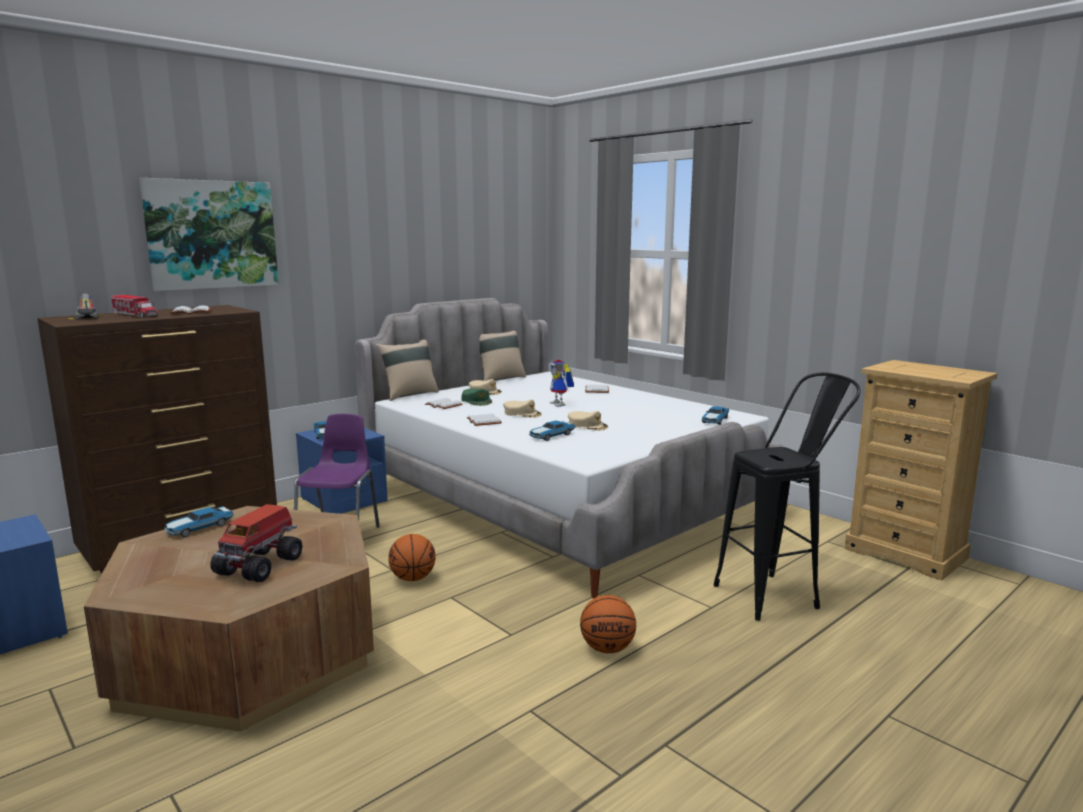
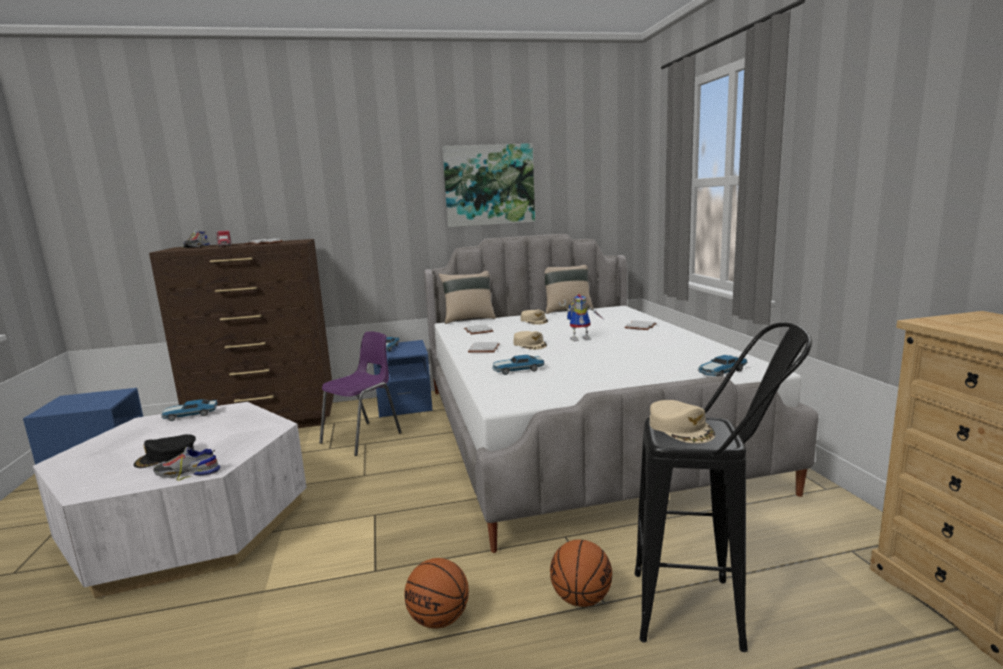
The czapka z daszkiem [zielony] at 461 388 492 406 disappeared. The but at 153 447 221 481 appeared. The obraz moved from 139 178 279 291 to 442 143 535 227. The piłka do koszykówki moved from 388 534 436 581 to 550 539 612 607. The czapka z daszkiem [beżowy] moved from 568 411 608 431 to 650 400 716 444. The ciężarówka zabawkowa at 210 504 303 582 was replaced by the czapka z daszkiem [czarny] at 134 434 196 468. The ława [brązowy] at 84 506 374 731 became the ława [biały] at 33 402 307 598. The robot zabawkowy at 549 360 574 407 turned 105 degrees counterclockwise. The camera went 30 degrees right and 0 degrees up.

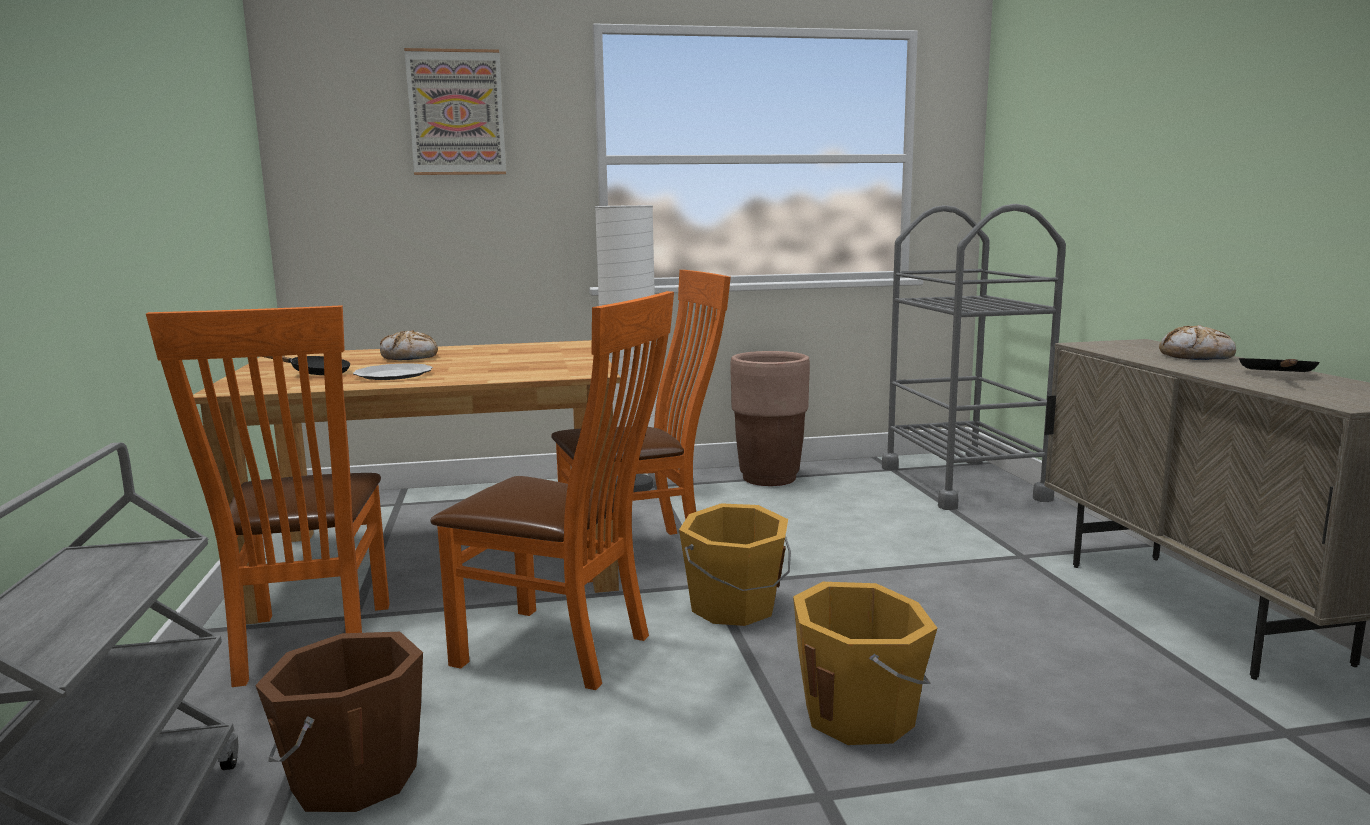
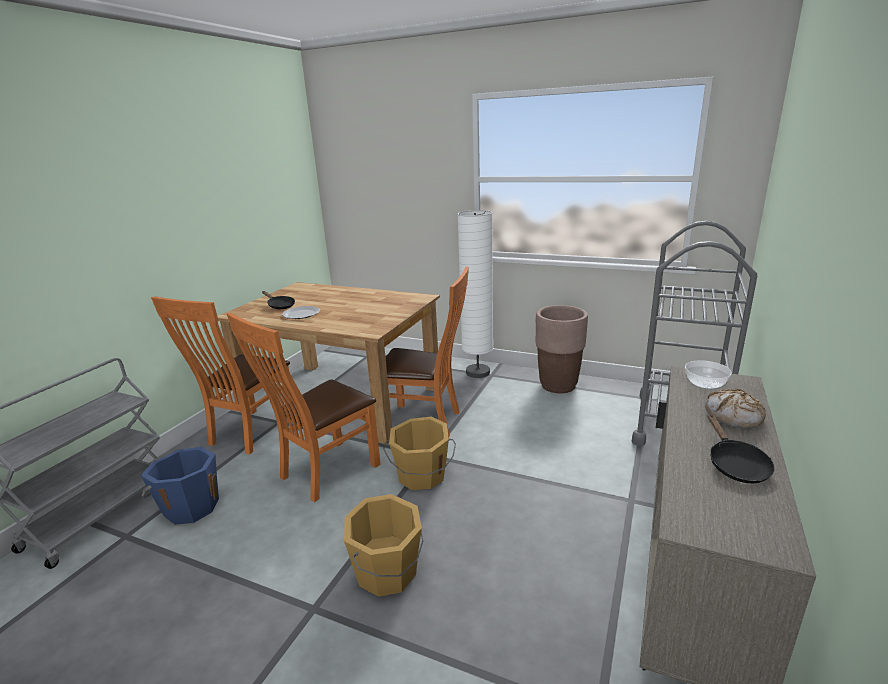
The chleb at 380 330 438 360 disappeared. The obraz at 404 48 506 175 disappeared. The miska at 685 360 732 389 appeared. The wiadro [brązowy] at 255 632 423 812 became the wiadro [niebieski] at 140 447 219 525. The krzesło [pomarańczowy] at 430 291 674 690 turned 75 degrees clockwise. The patelnia [czarny] at 1239 358 1320 372 turned 120 degrees clockwise. The camera went 35 degrees right and 10 degrees up.

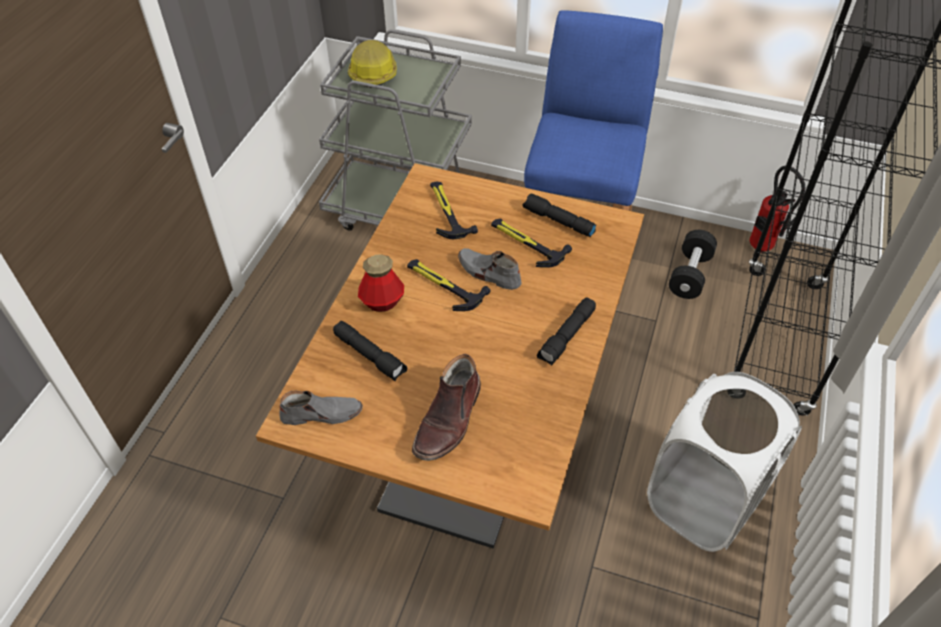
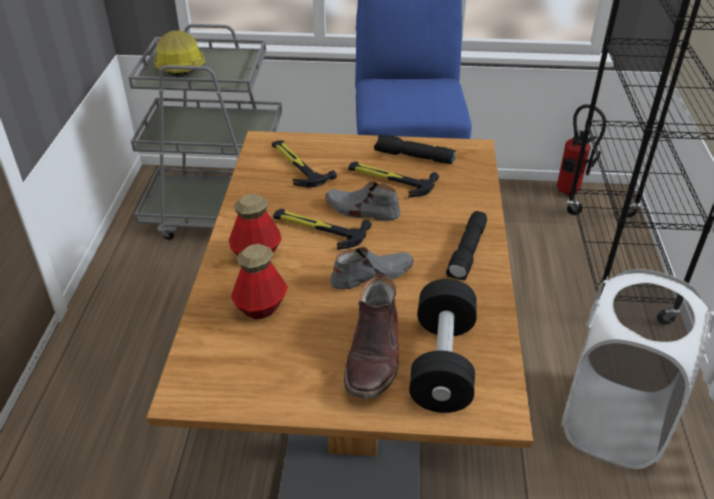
The but [szary] moved from 280 391 363 425 to 330 247 414 289. The hantel [czarny] moved from 669 230 717 299 to 409 279 477 413. The latarka [czarny] at 333 321 407 382 was replaced by the butelka at 231 244 288 319. The camera went 15 degrees left and 10 degrees down.

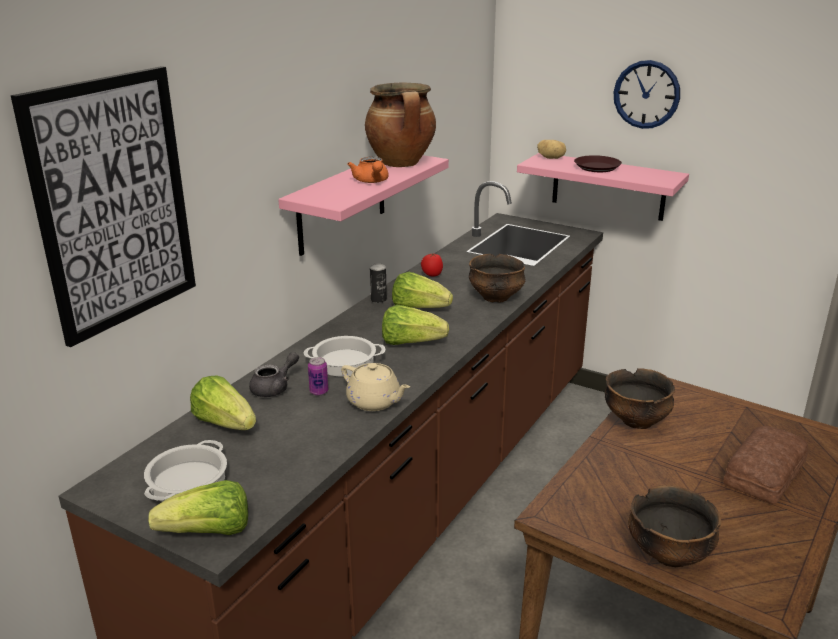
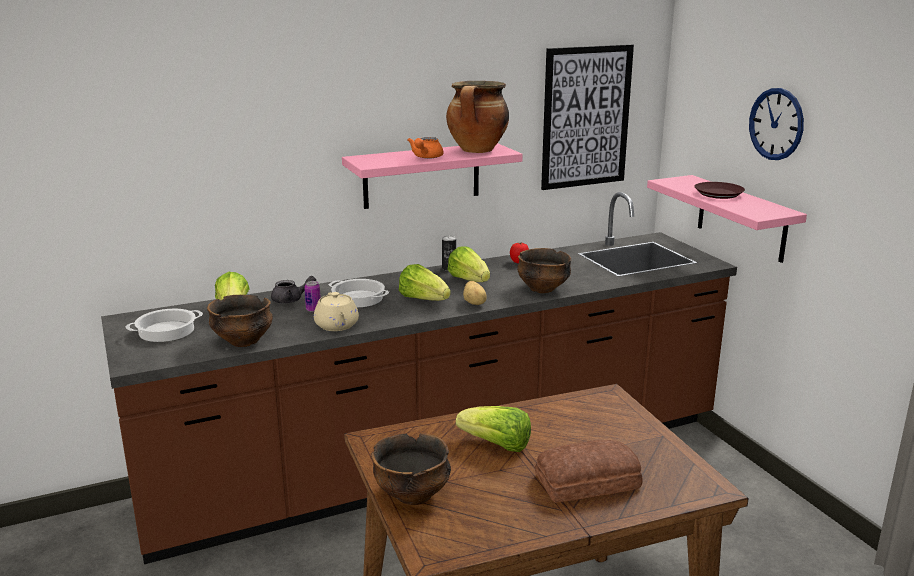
The obraz moved from 11 66 196 347 to 541 44 634 190. The sałata moved from 148 480 248 535 to 456 406 531 452. The ziemniak moved from 537 140 566 159 to 463 281 487 305. The miska moved from 605 368 675 429 to 207 295 273 347. The camera went 35 degrees right and 5 degrees down.

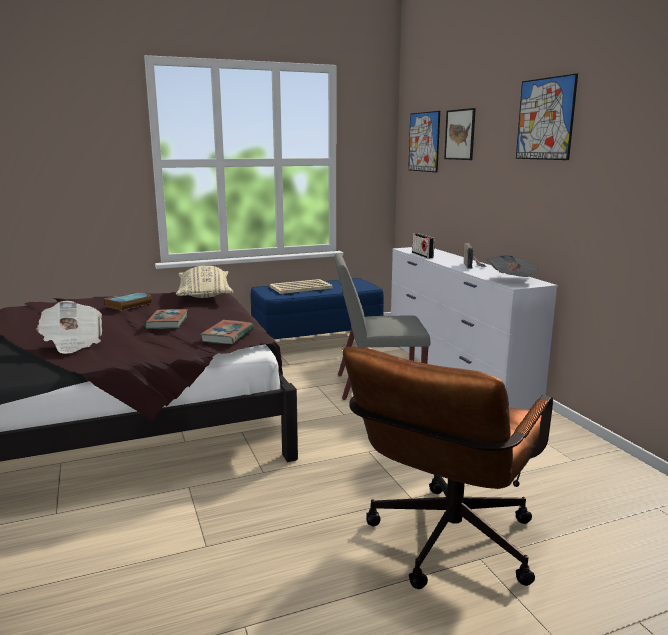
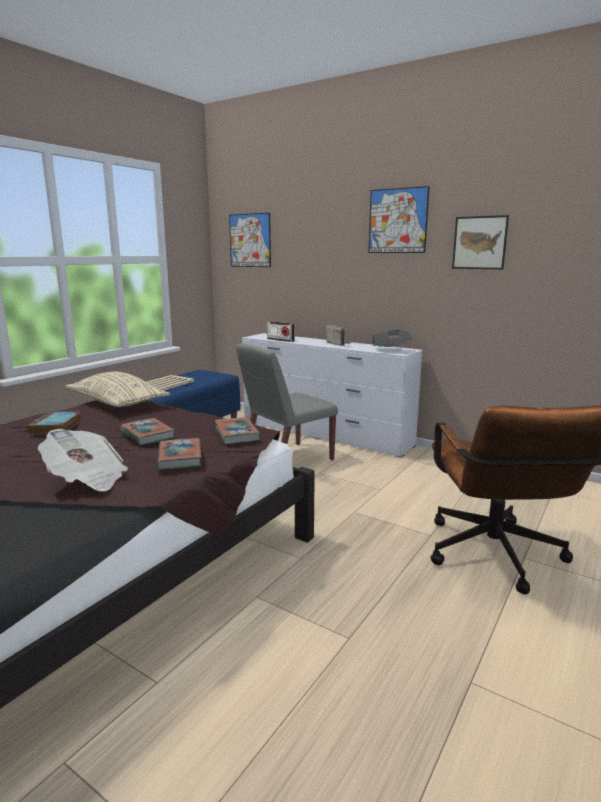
The książka at 156 438 201 470 appeared. The obraz moved from 444 108 476 160 to 452 215 509 269. The camera went 35 degrees left and 0 degrees up.

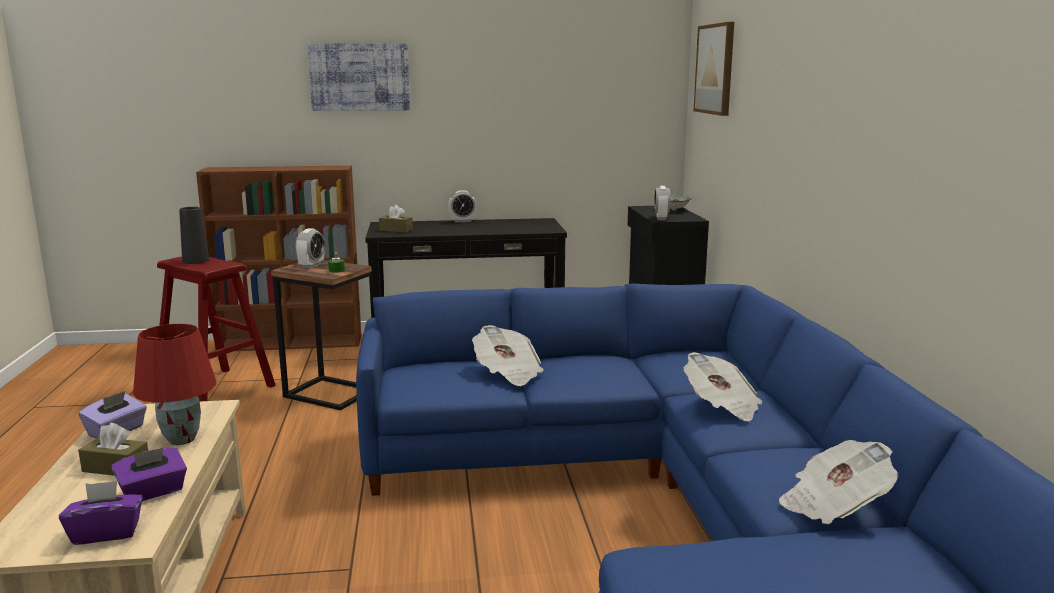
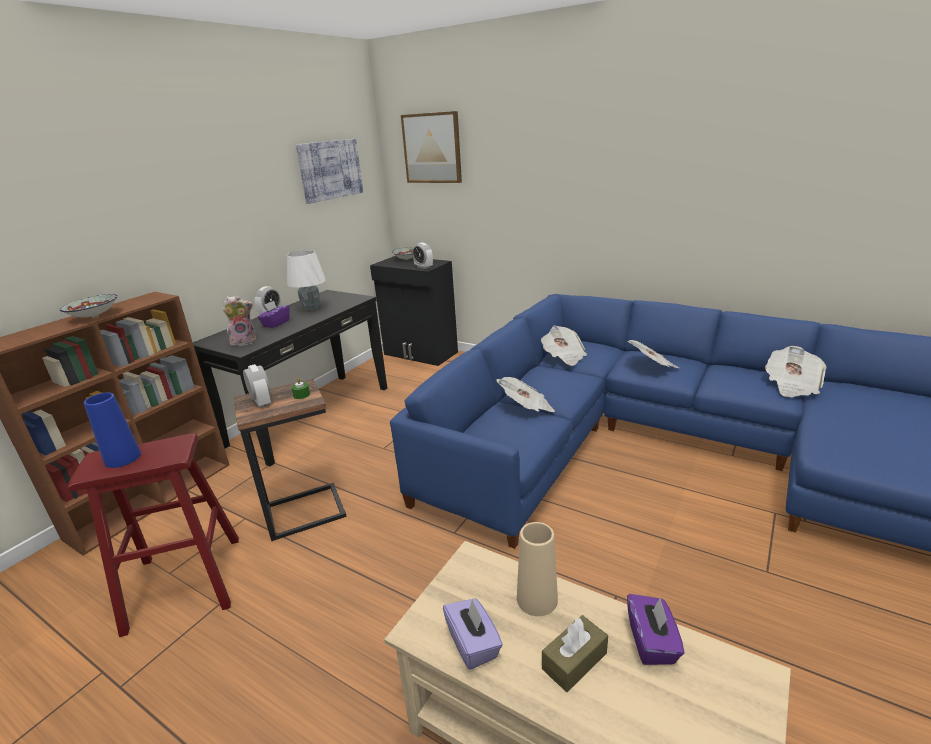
The miska at 60 294 117 318 appeared. The lampa stołowa [biały] at 287 250 326 311 appeared. The gazeta at 541 325 587 366 appeared. The pudełko chusteczek [fioletowy] moved from 59 481 143 545 to 258 300 290 328. The obraz moved from 307 43 410 111 to 296 139 363 204. The lampa stołowa [czerwony] at 133 324 216 445 was replaced by the wazon [beżowy] at 517 522 558 616. The pudełko chusteczek [brązowy] at 379 205 413 233 was replaced by the pluszak at 223 295 256 346. The wazon [czarny] at 179 207 209 264 became the wazon [niebieski] at 84 393 141 468. The camera went 50 degrees left and 10 degrees up.

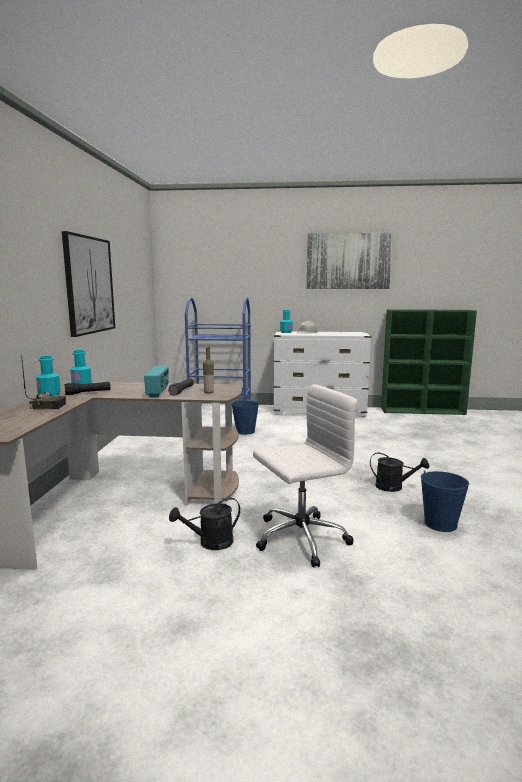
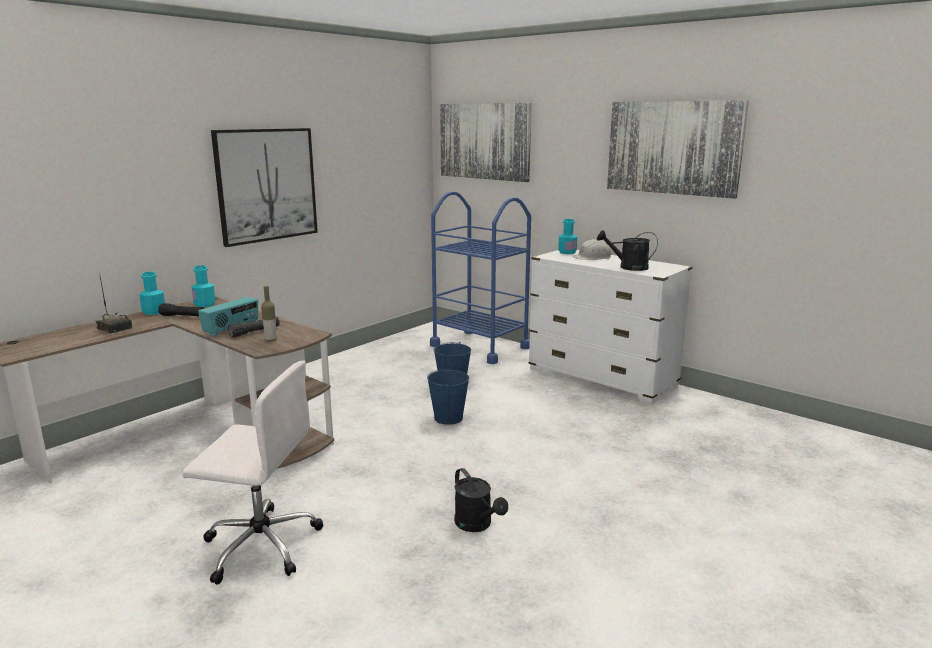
The regał [zielony] at 381 309 477 415 disappeared. The obraz at 440 103 532 182 appeared. The konewka [czarny] moved from 169 498 240 550 to 597 230 658 271. The wiadro [niebieski] moved from 421 471 469 532 to 427 368 469 425. The camera went 35 degrees right and 5 degrees up.

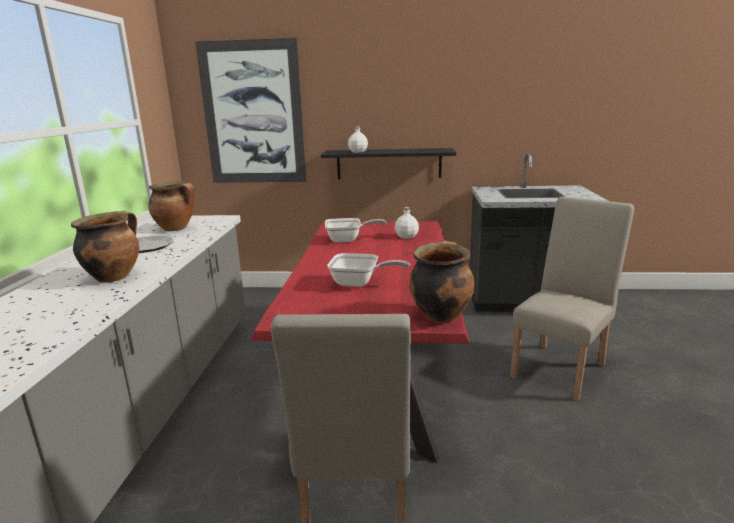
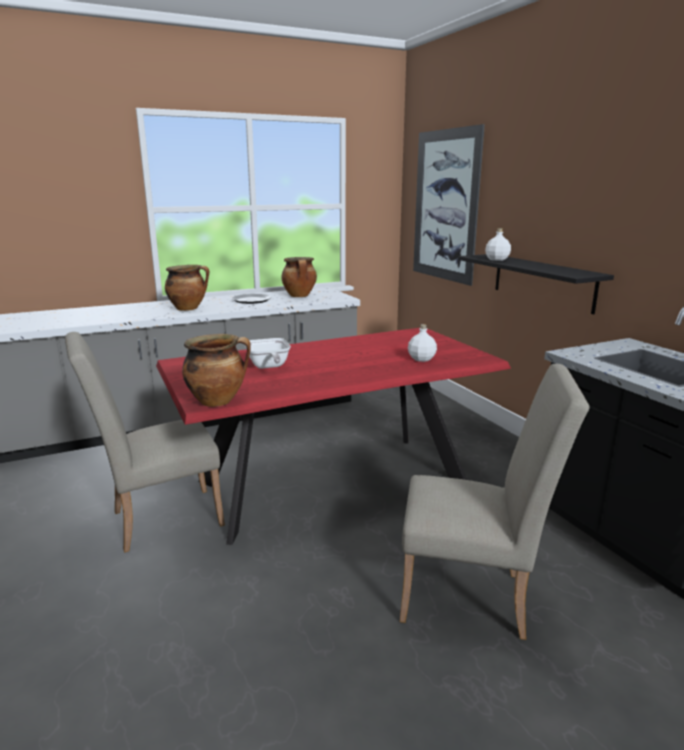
The patelnia at 325 218 387 243 disappeared. The camera went 60 degrees right and 0 degrees up.

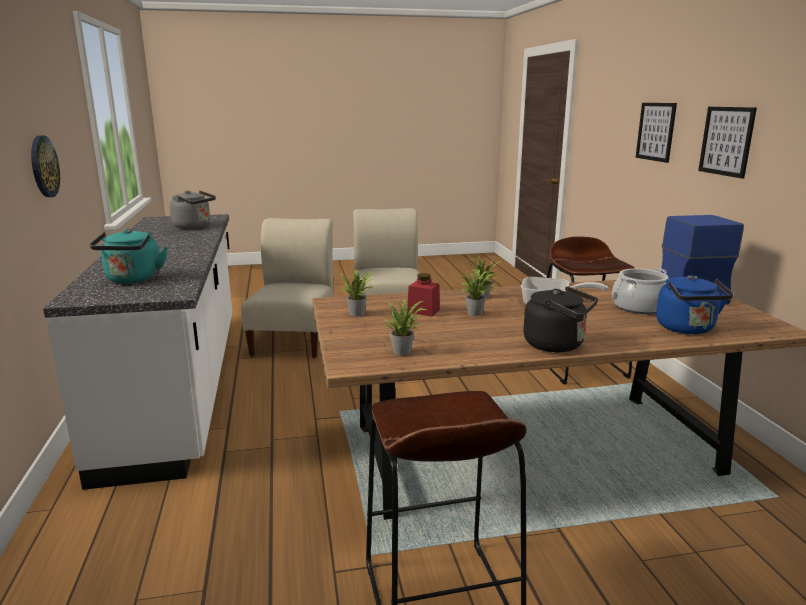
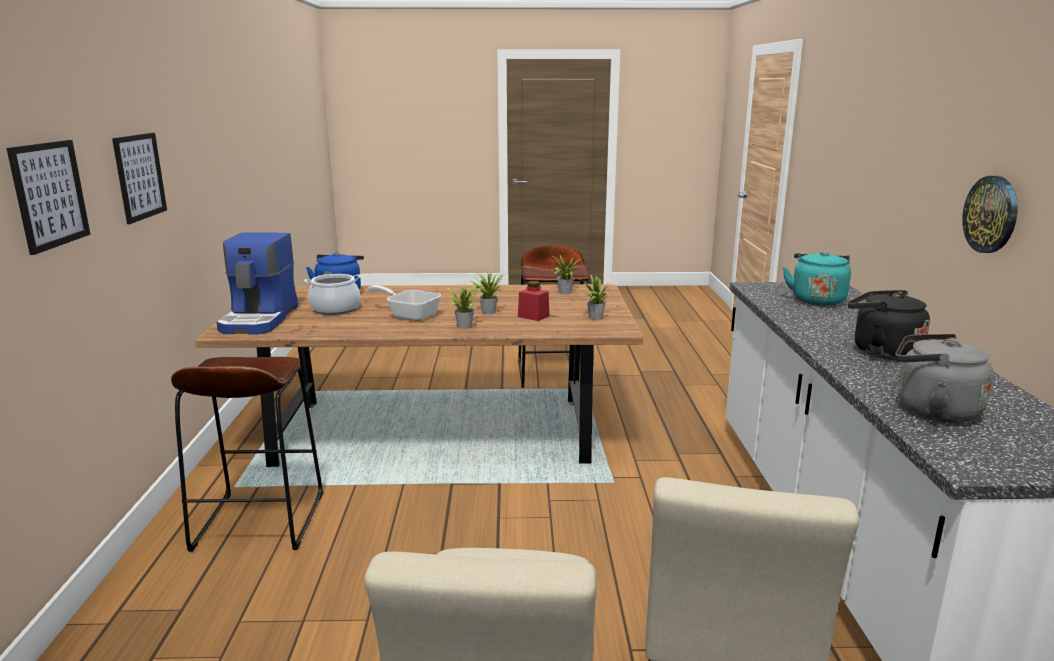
The czajnik [czarny] moved from 523 286 598 352 to 848 290 930 360. The camera went 170 degrees left and 0 degrees up.

